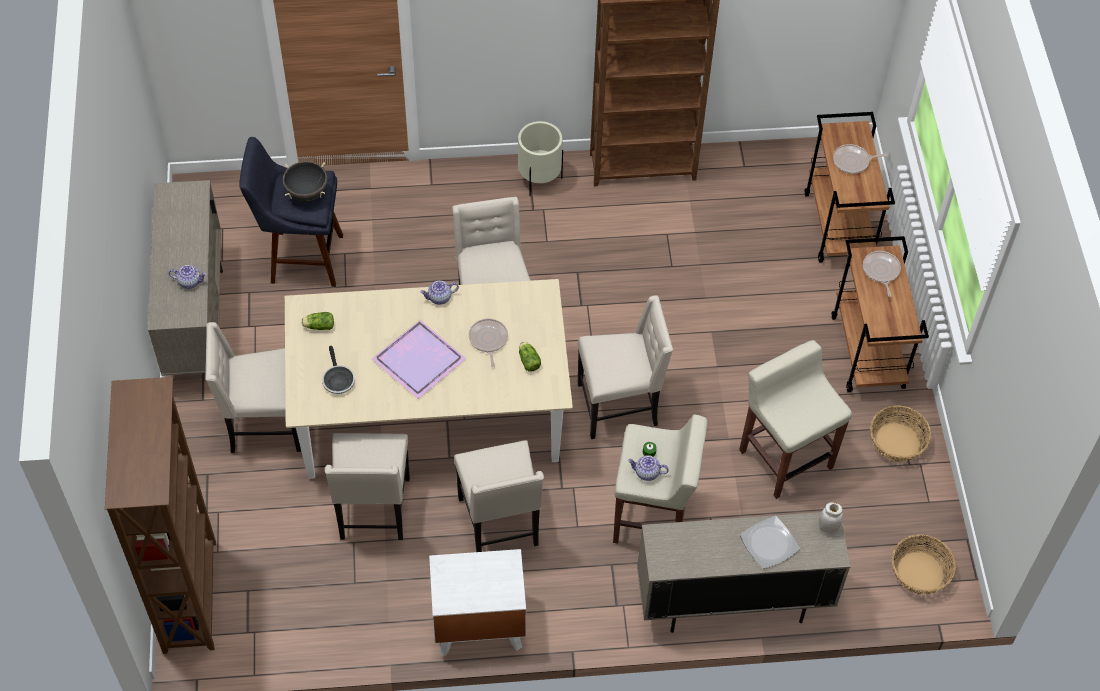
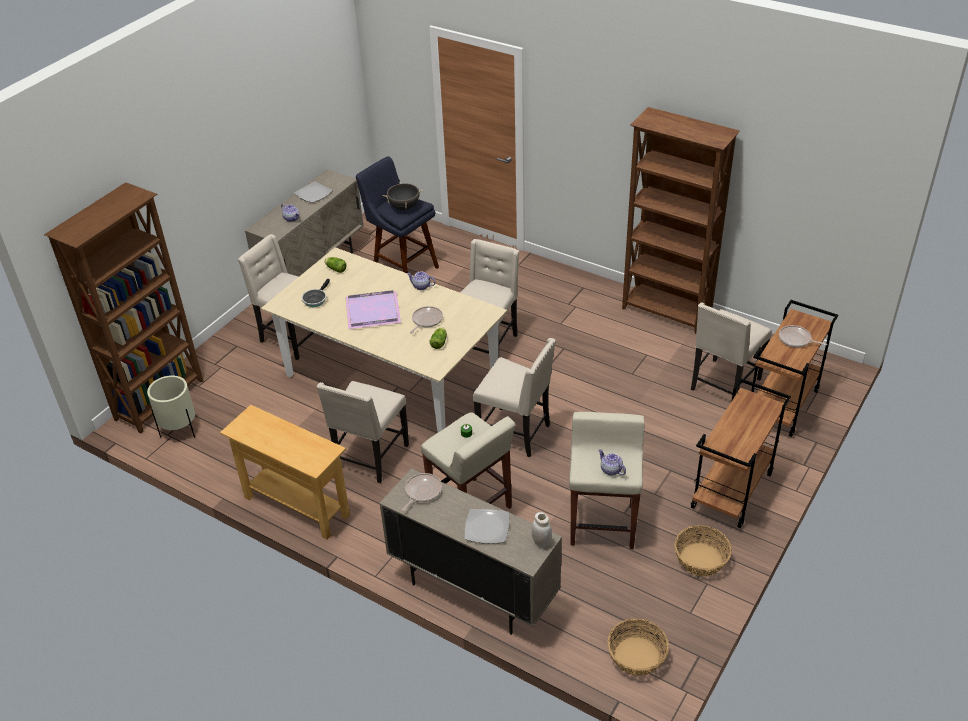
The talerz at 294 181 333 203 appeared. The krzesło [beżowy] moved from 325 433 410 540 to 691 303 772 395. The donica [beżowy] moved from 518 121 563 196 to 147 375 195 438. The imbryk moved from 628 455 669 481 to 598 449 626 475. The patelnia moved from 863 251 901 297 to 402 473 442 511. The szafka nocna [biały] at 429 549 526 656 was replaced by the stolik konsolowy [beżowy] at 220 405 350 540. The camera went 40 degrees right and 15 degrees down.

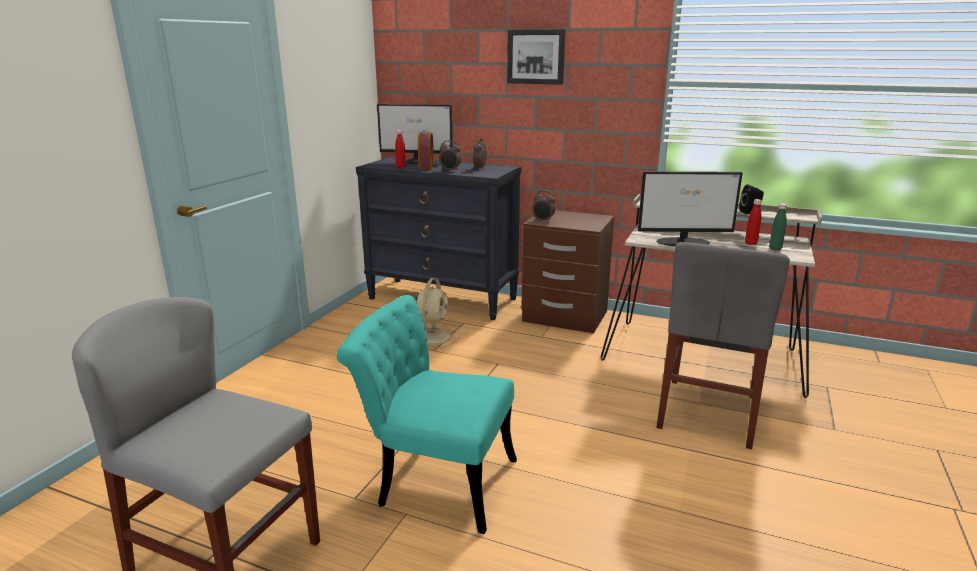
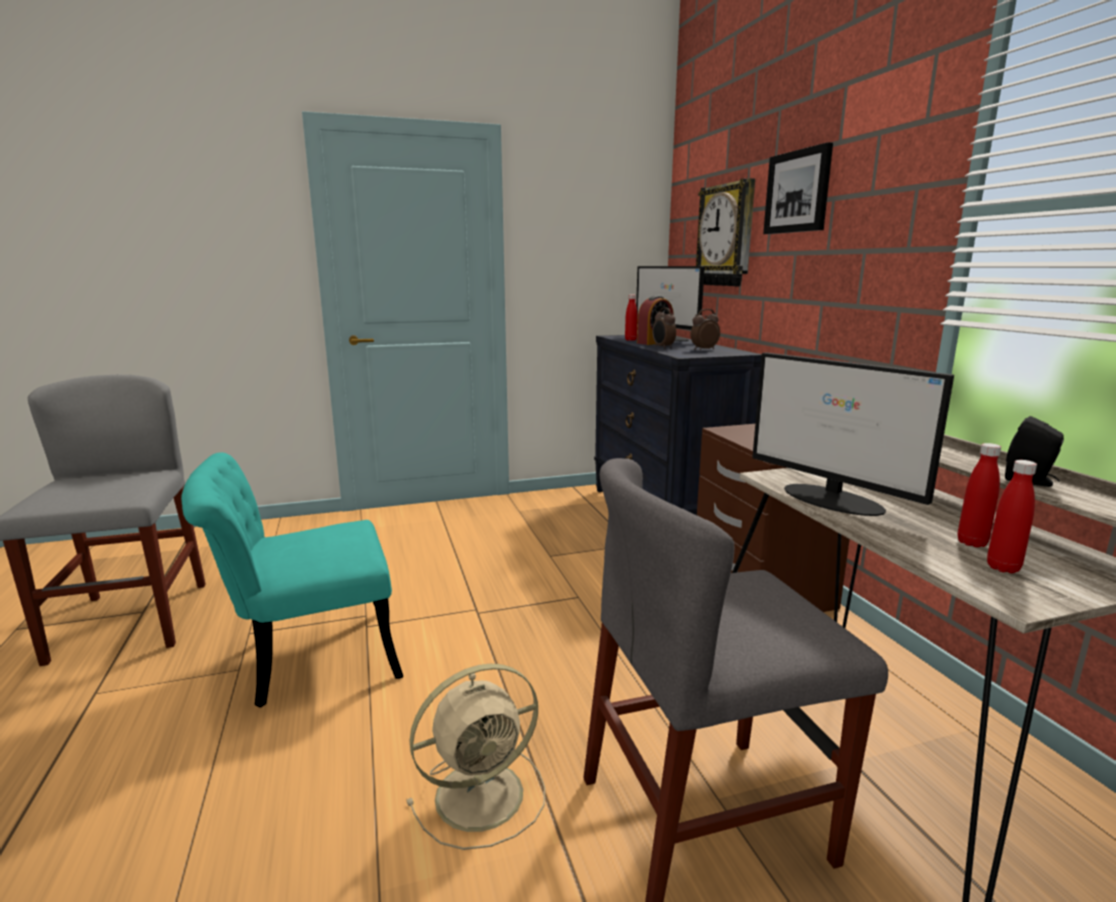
The budzik at 532 190 555 222 disappeared. The zegar ścienny at 696 178 755 287 appeared. The wentylator [beżowy] moved from 415 278 459 348 to 406 664 545 850. The butelka [zielony] at 769 204 787 251 became the butelka [czerwony] at 987 460 1037 573. The krzesło [turkusowy] at 337 295 517 534 turned 90 degrees counterclockwise. The camera went 50 degrees right and 5 degrees down.

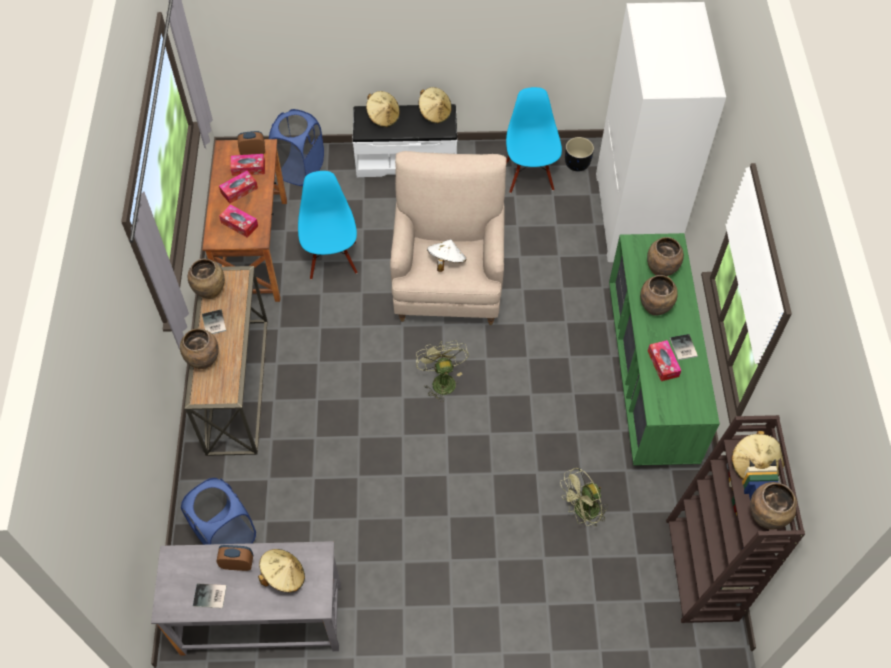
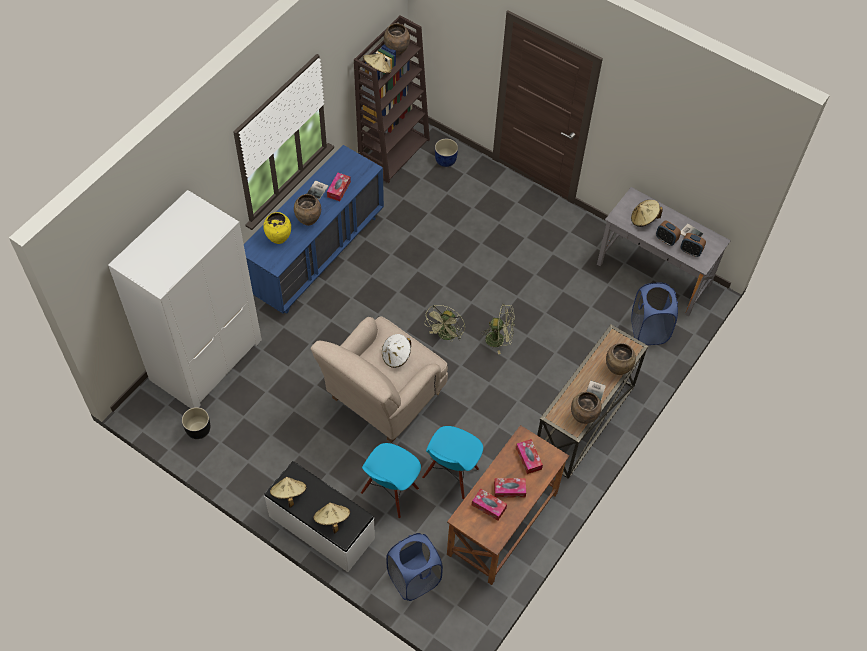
The donica [niebieski] at 435 139 458 167 appeared. The budzik moved from 237 131 265 155 to 681 233 706 257. The krzesło [niebieski] moved from 506 87 562 193 to 361 443 421 518. The wentylator [zielony] moved from 560 468 608 527 to 481 304 514 354. The komoda [zielony] at 609 233 720 466 became the komoda [niebieski] at 244 145 384 314. The wazon [brązowy] at 647 237 684 276 became the wazon [żółty] at 263 212 291 244. The camera went 145 degrees left and 0 degrees up.

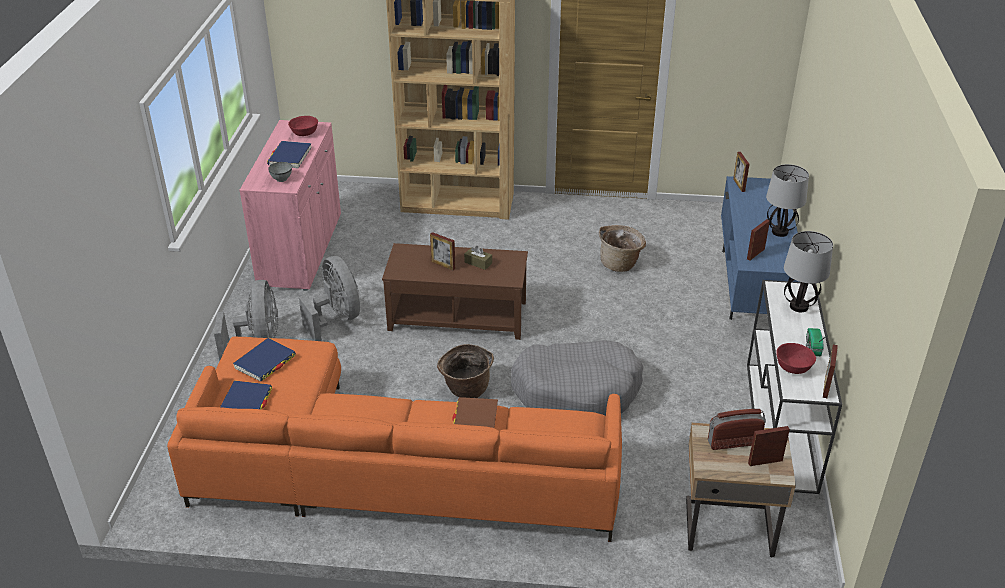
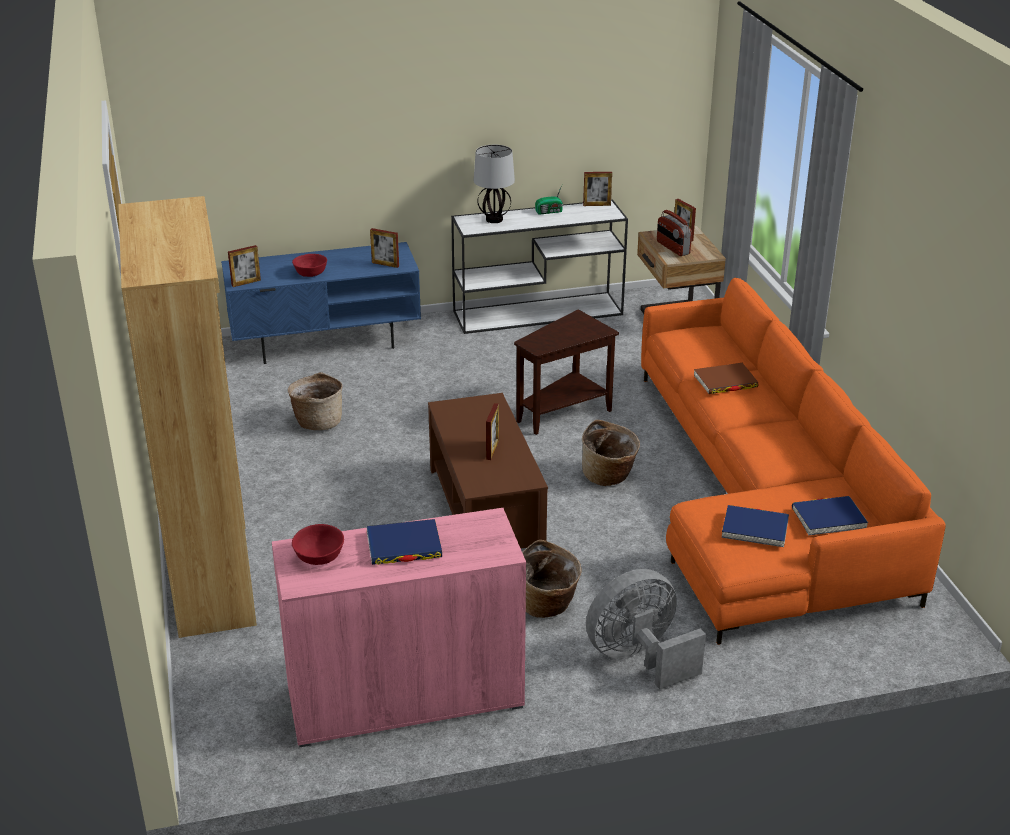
The miska [szary] at 268 162 292 182 disappeared. The pudełko chusteczek [brązowy] at 464 246 492 270 disappeared. The lampa stołowa at 766 164 809 237 disappeared. The miska [czerwony] moved from 776 343 816 374 to 292 254 327 277. The wentylator [szary] at 299 256 360 341 was replaced by the koszyk at 522 540 582 618. The legowisko [szary] at 511 340 643 416 was replaced by the stolik [brązowy] at 514 310 619 435. The camera went 110 degrees left and 5 degrees down.

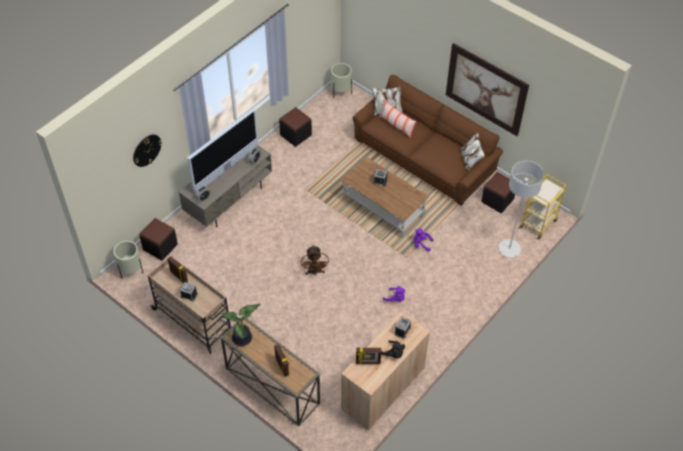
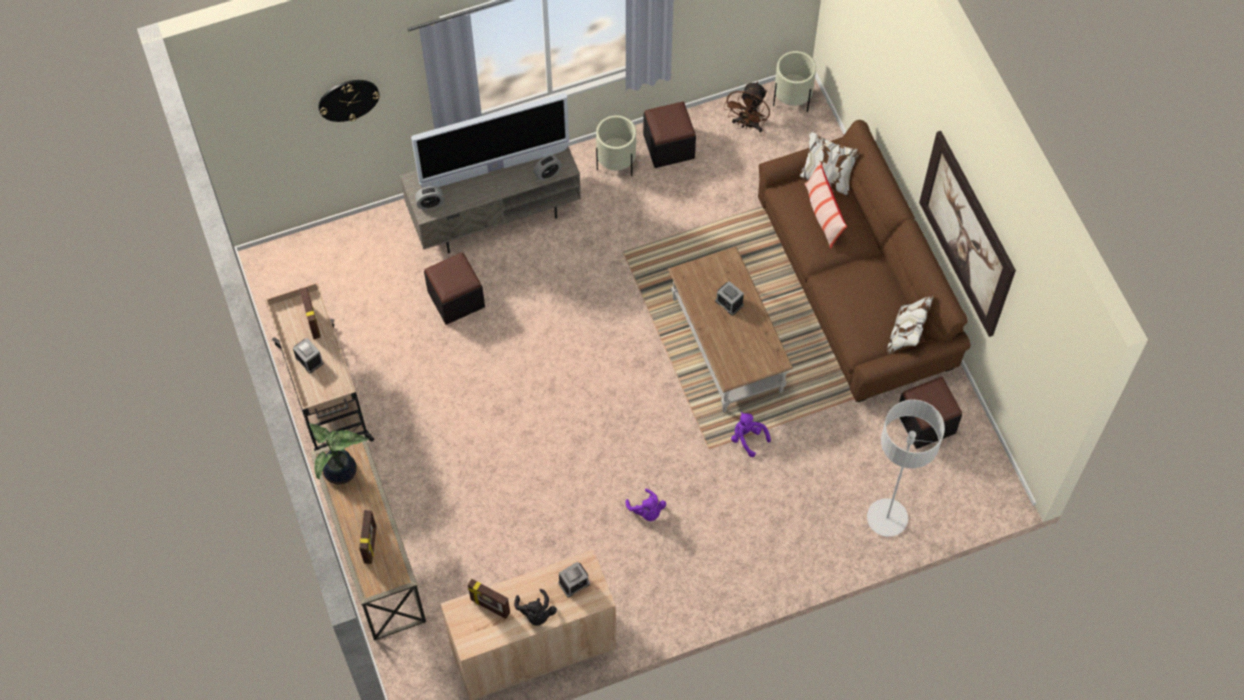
The wózek [żółty] at 519 174 566 240 disappeared. The donica [beżowy] moved from 113 241 143 278 to 596 115 636 176. The pufa [czarny] moved from 139 218 178 261 to 424 252 485 325. The wentylator [brązowy] moved from 301 245 329 275 to 723 81 770 132. The camera went 30 degrees right and 10 degrees up.

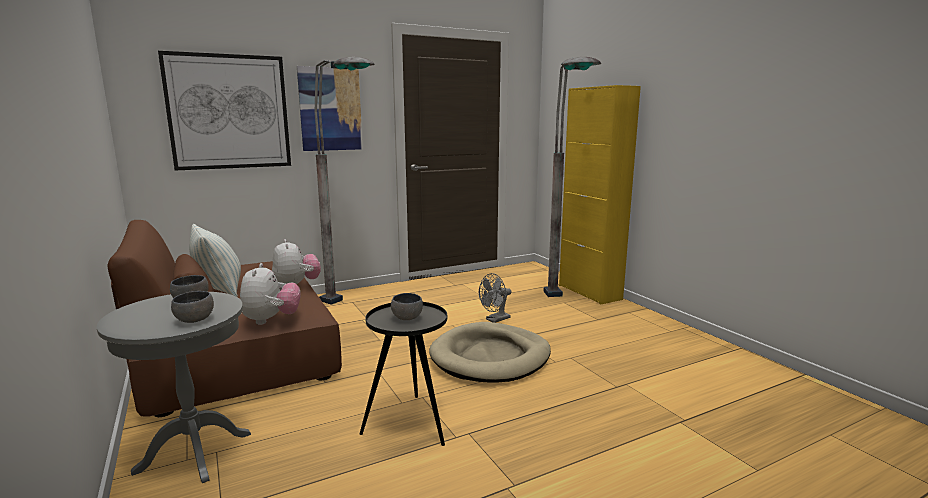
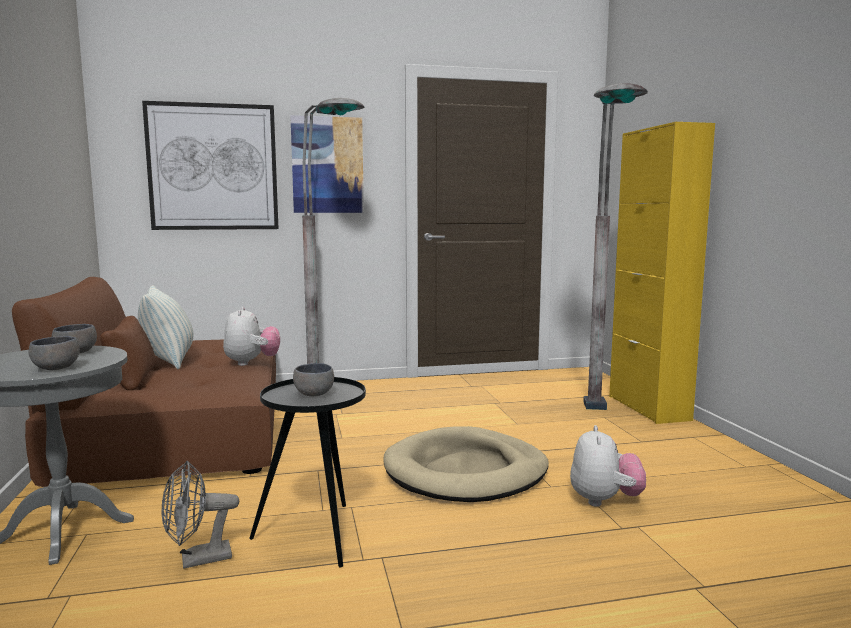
The pluszak moved from 240 263 301 325 to 570 425 646 507. The wentylator [szary] moved from 479 273 512 323 to 162 461 239 569. The camera went 15 degrees right and 5 degrees down.

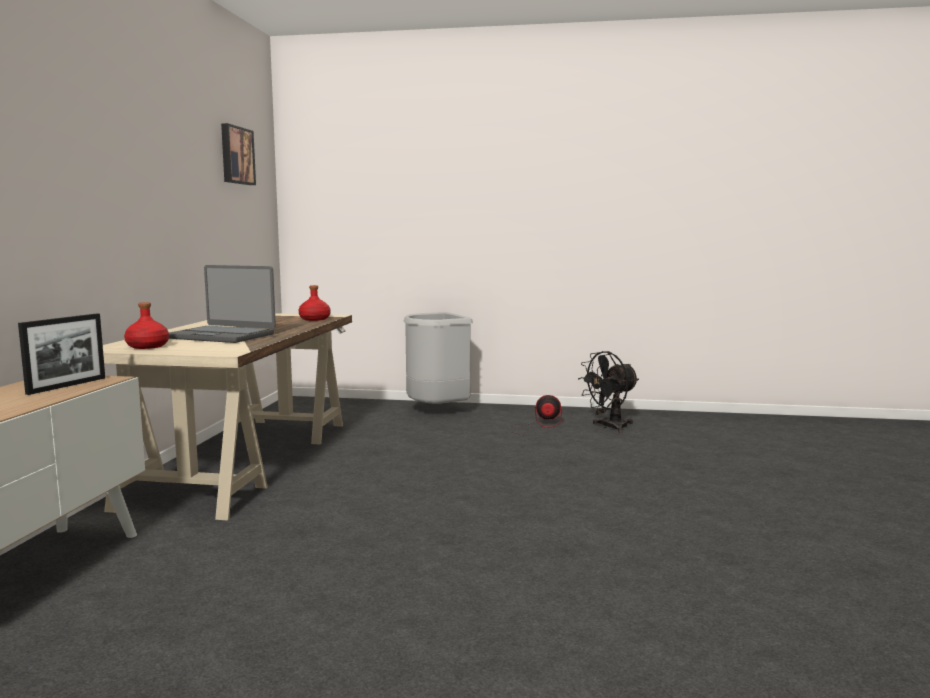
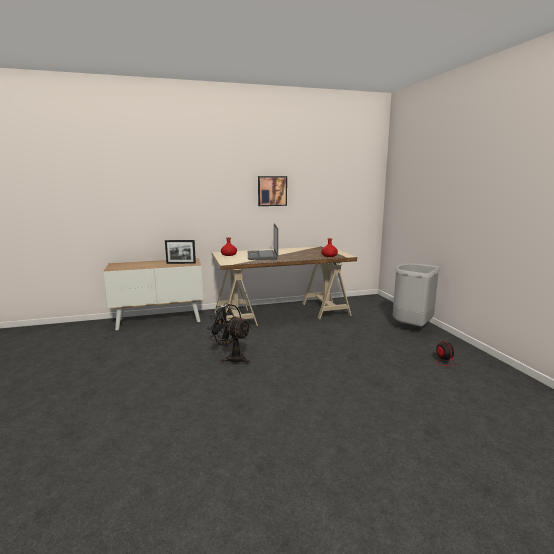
The obraz moved from 221 123 256 185 to 258 176 287 206. The wentylator [czarny] moved from 578 351 639 433 to 207 303 251 364. The camera went 65 degrees right and 5 degrees up.

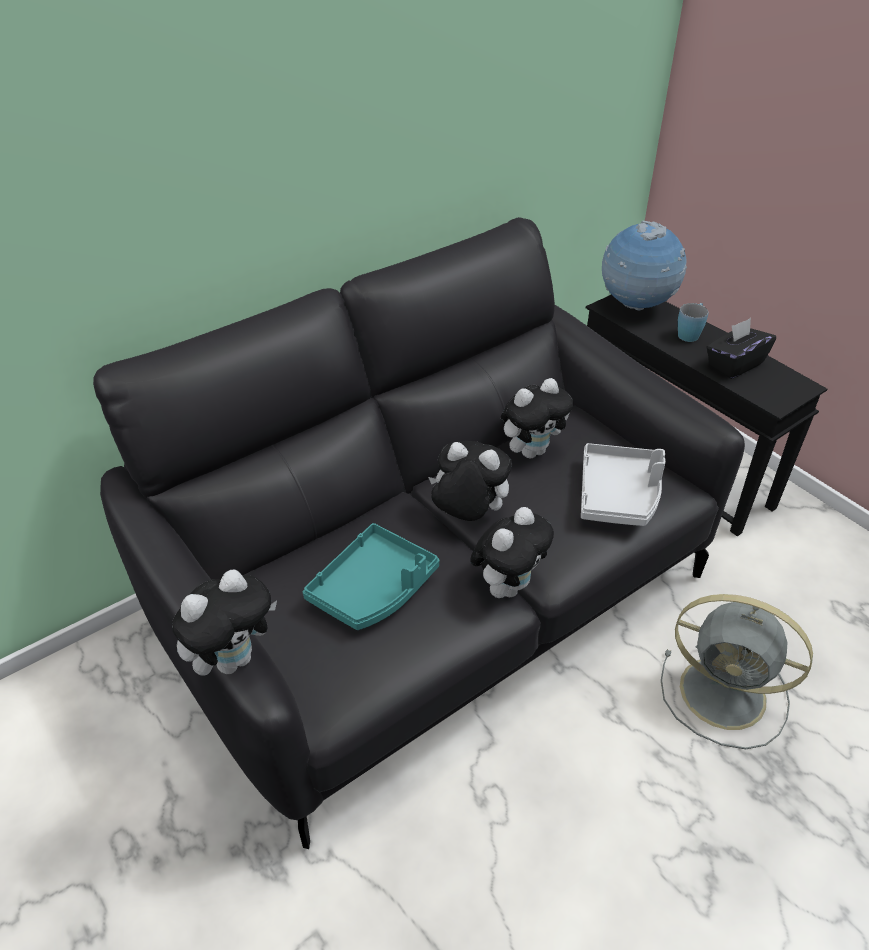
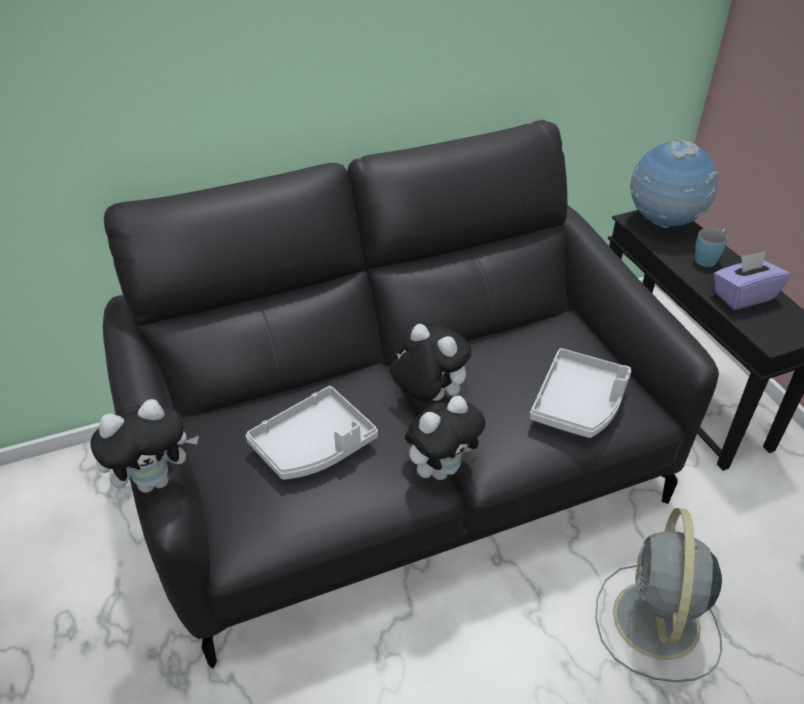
The pluszak at 501 378 573 459 disappeared. The taca [turkusowy] at 303 523 439 630 became the taca [szary] at 246 386 378 480. The pudełko chusteczek [czarny] at 706 318 776 379 became the pudełko chusteczek [fioletowy] at 714 251 790 310. The wentylator [szary] at 661 594 813 749 turned 60 degrees clockwise. The camera went 15 degrees right and 0 degrees up.

